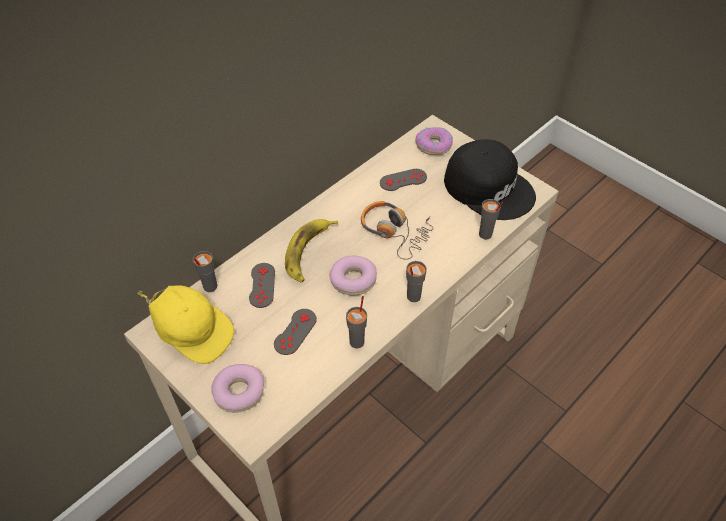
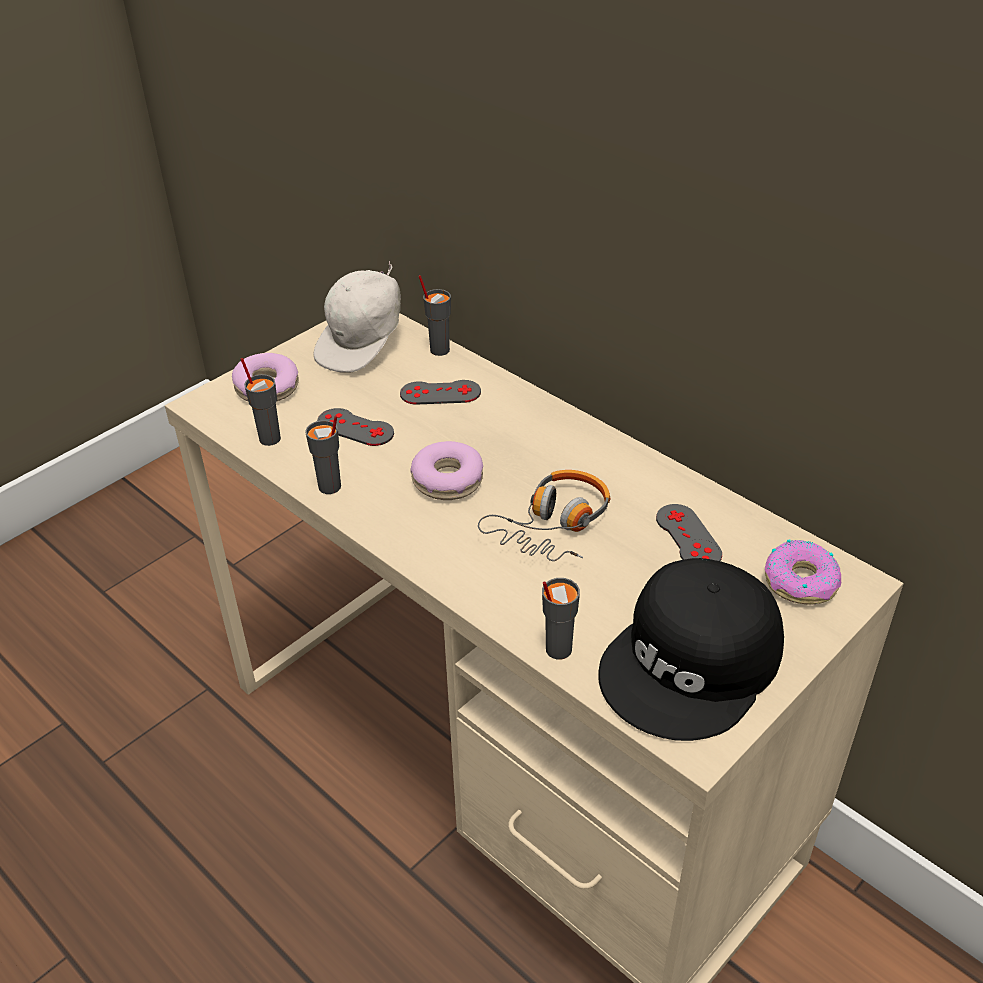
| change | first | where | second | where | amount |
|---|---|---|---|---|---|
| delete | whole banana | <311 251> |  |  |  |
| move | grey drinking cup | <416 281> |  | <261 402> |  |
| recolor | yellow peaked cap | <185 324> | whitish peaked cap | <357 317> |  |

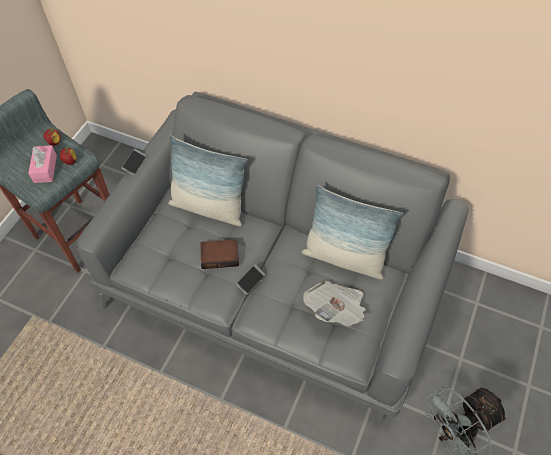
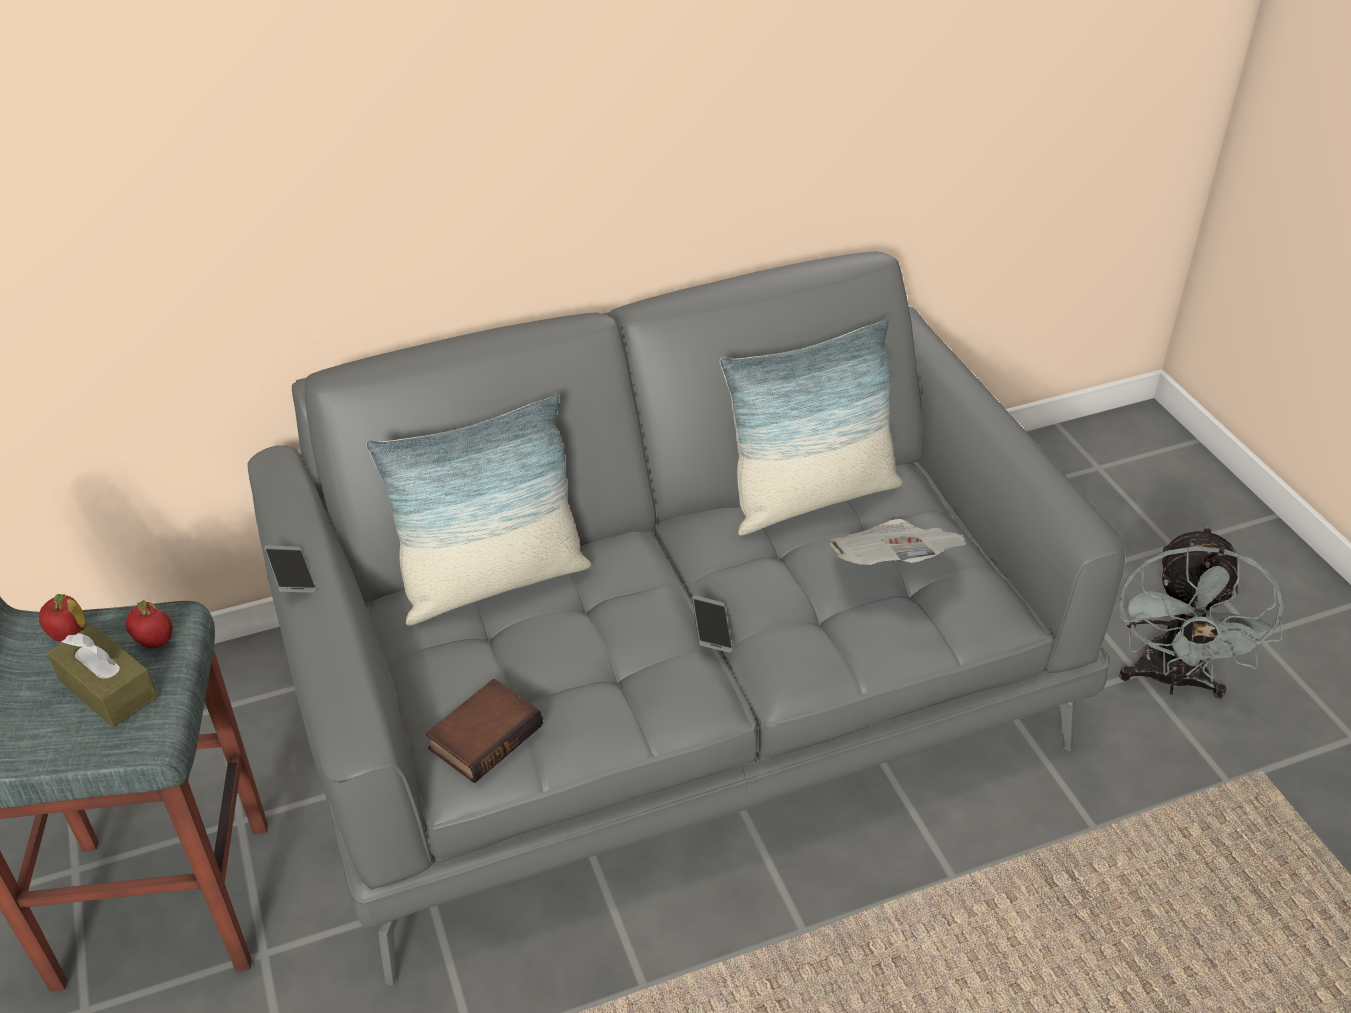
| change | first | where | second | where | amount |
|---|---|---|---|---|---|
| recolor | pink box of tissues | <42 164> | brown-coloured box of tissues | <102 676> |  |
| move | volume | <220 254> |  | <484 731> |  |

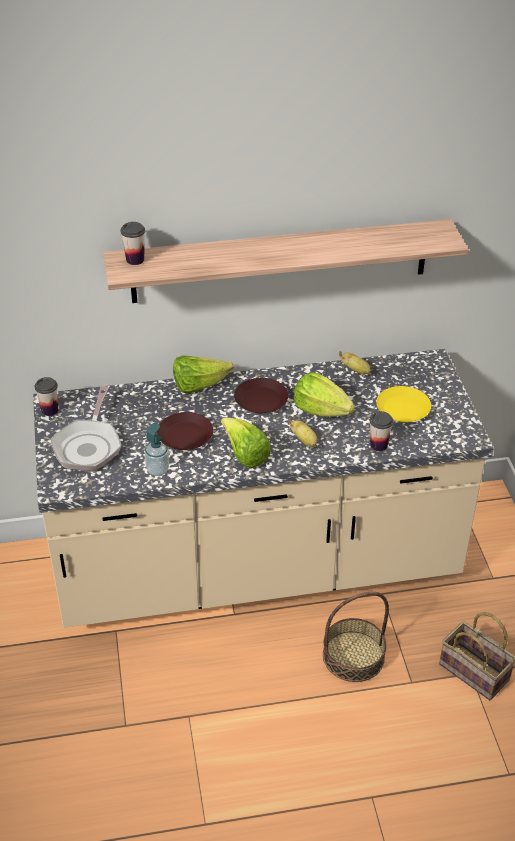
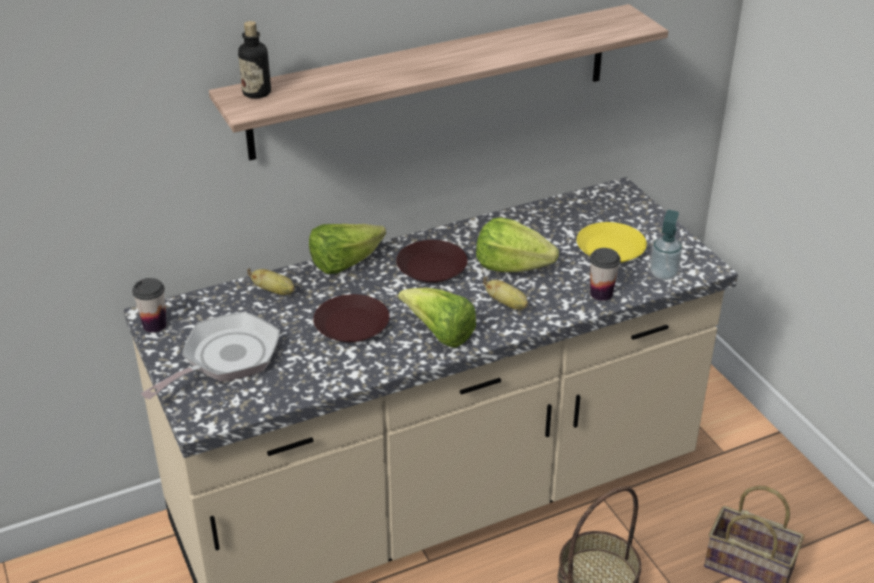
| change | first | where | second | where | amount |
|---|---|---|---|---|---|
| replace | drinking cup | <133 243> | beverage bottle | <254 60> |  |
| move | whole banana | <355 362> |  | <271 281> |  |
| rotate | frying pan | <85 428> |  | <210 355> | 135 degrees counterclockwise |
| move | soap bottle | <157 449> |  | <666 245> |  |

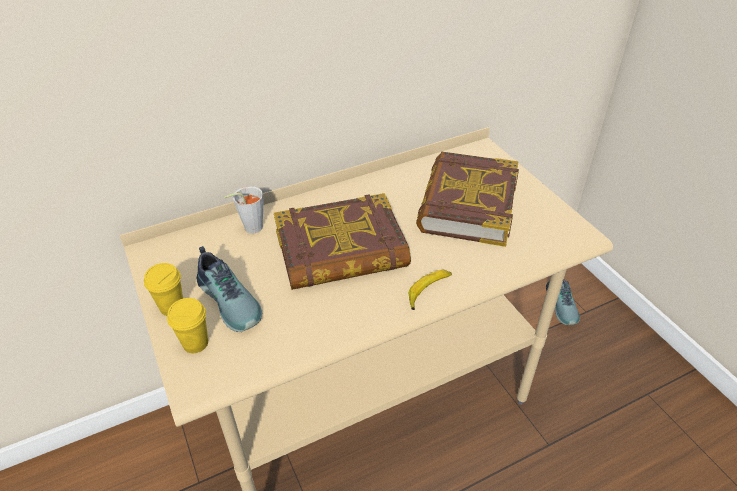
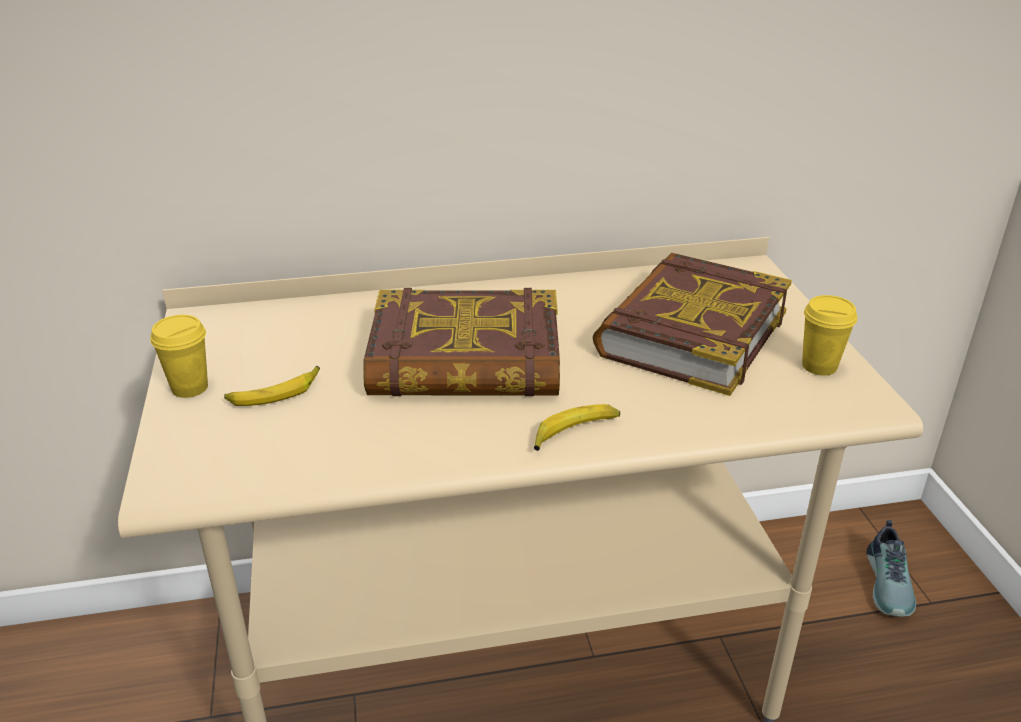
| change | first | where | second | where | amount |
|---|---|---|---|---|---|
| delete | grey drinking cup | <243 210> |  |  |  |
| replace | low shoe | <229 289> | whole banana | <272 386> |  |
| move | yellow drinking cup | <187 325> |  | <829 335> |  |

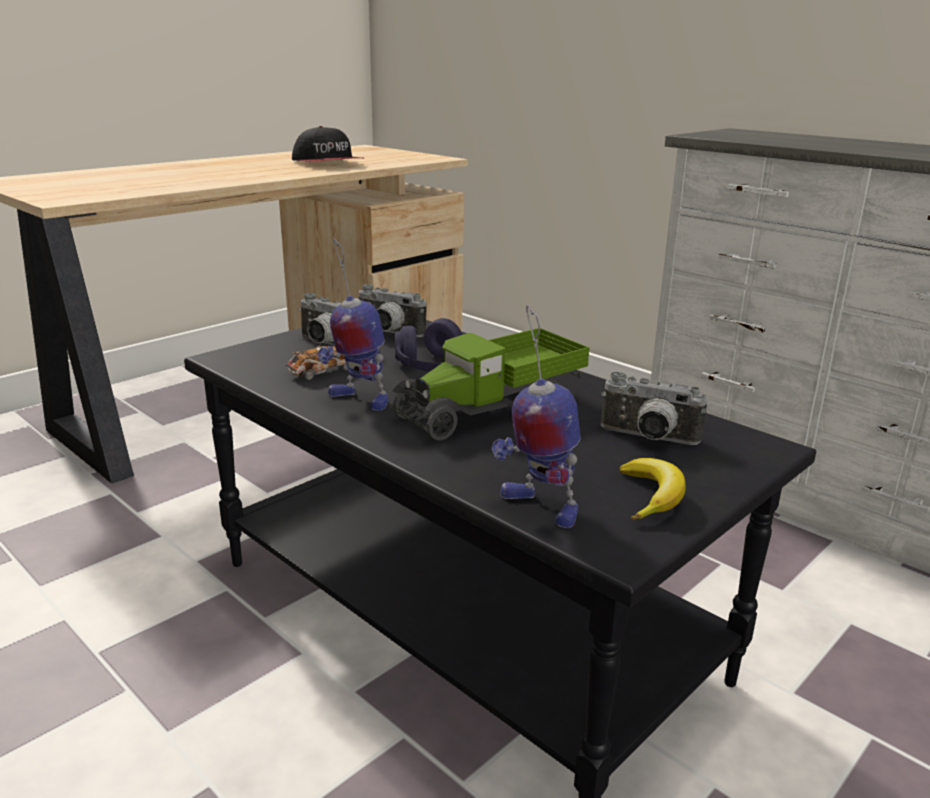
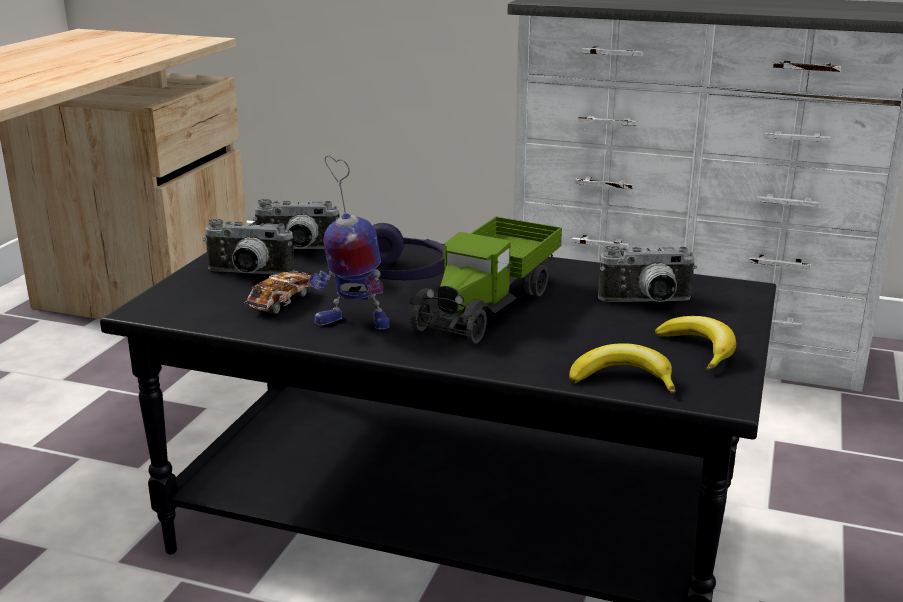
| change | first | where | second | where | amount |
|---|---|---|---|---|---|
| delete | peaked cap | <327 144> |  |  |  |
| replace | model robot | <536 416> | whole banana | <622 368> |  |

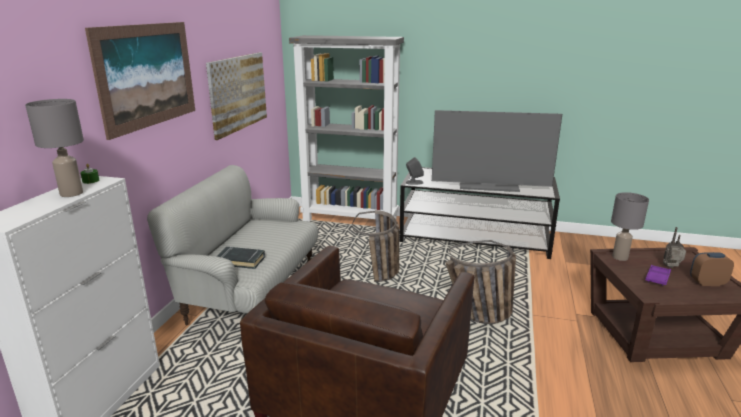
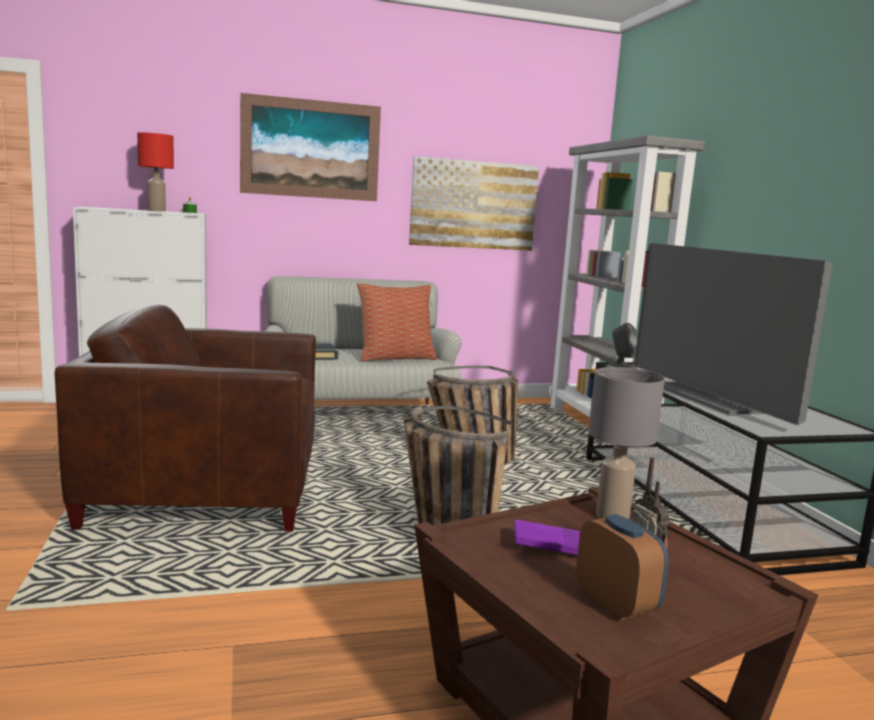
| change | first | where | second | where | amount |
|---|---|---|---|---|---|
| recolor | grey table lamp | <54 148> | red-coloured table lamp | <155 172> |  |
| insert |  |  | pillow | <397 322> |  |

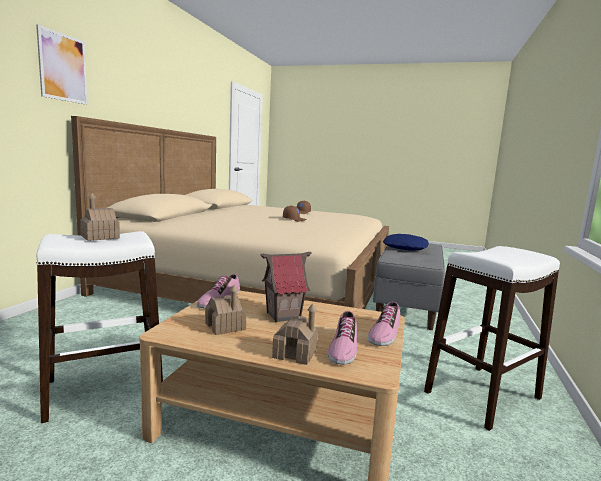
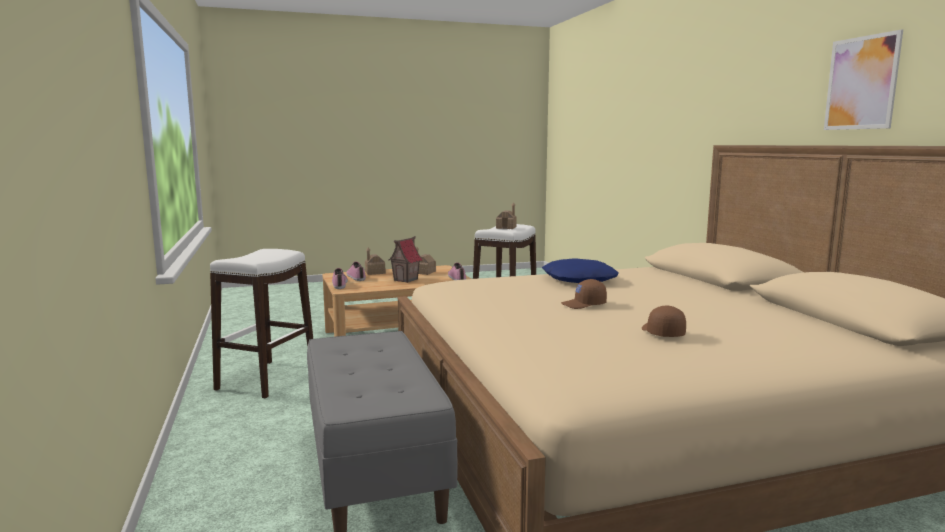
| change | first | where | second | where | amount |
|---|---|---|---|---|---|
| move | wall art | <62 64> |  | <863 79> |  |
| move | bluish pillow | <406 242> |  | <580 270> |  |

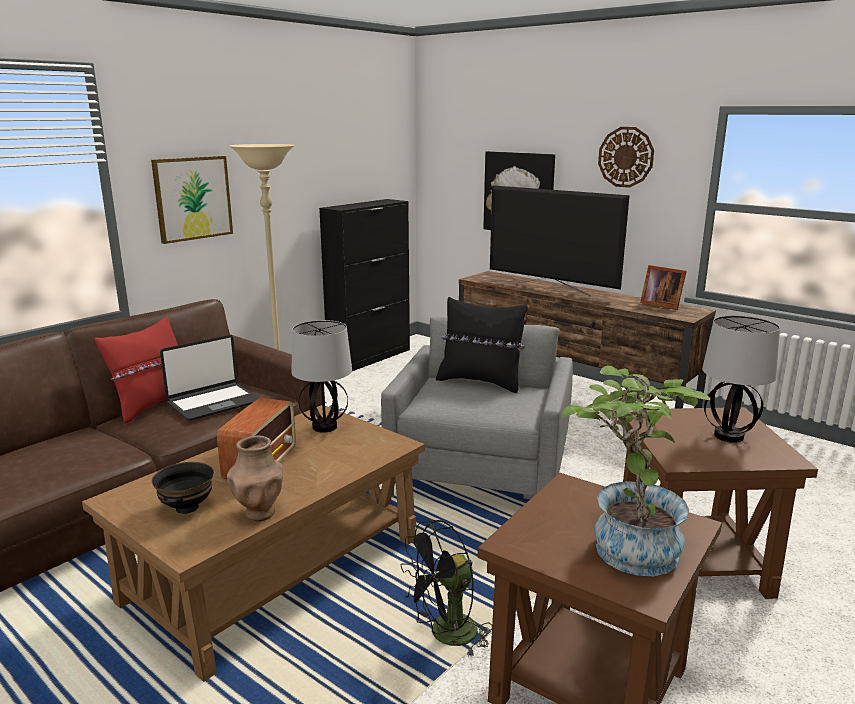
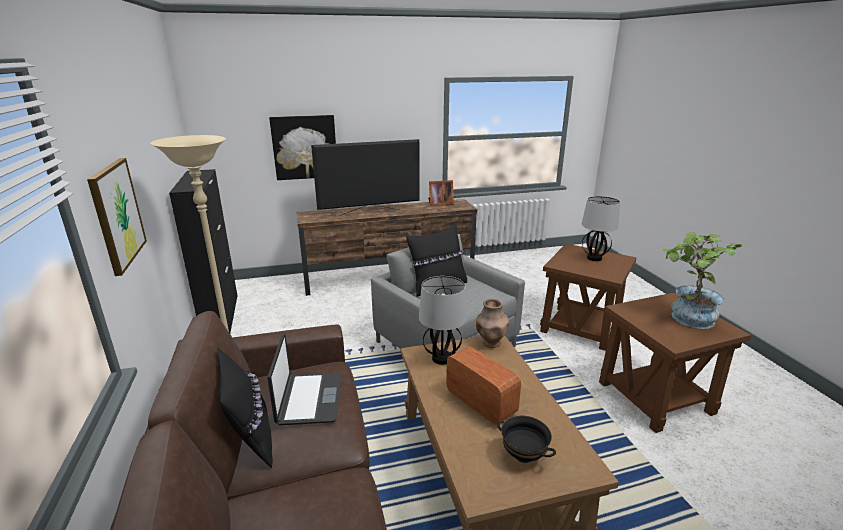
| change | first | where | second | where | amount |
|---|---|---|---|---|---|
| delete | hanging clock | <626 157> |  |  |  |
| recolor | red-coloured pillow | <136 370> | black pillow | <245 407> |  |
| move | brown-coloured flower vase | <255 478> |  | <492 323> |  |
| delete | black electric fan | <446 589> |  |  |  |

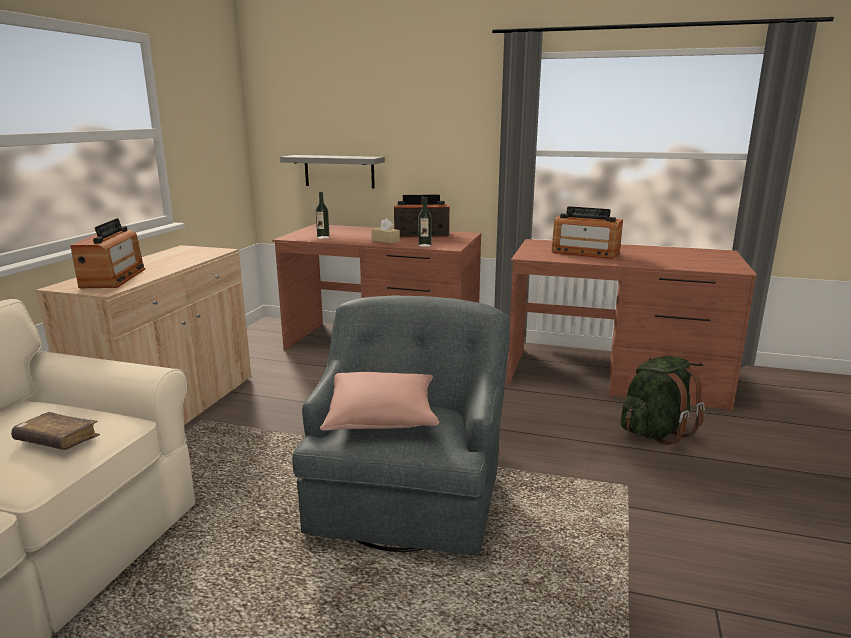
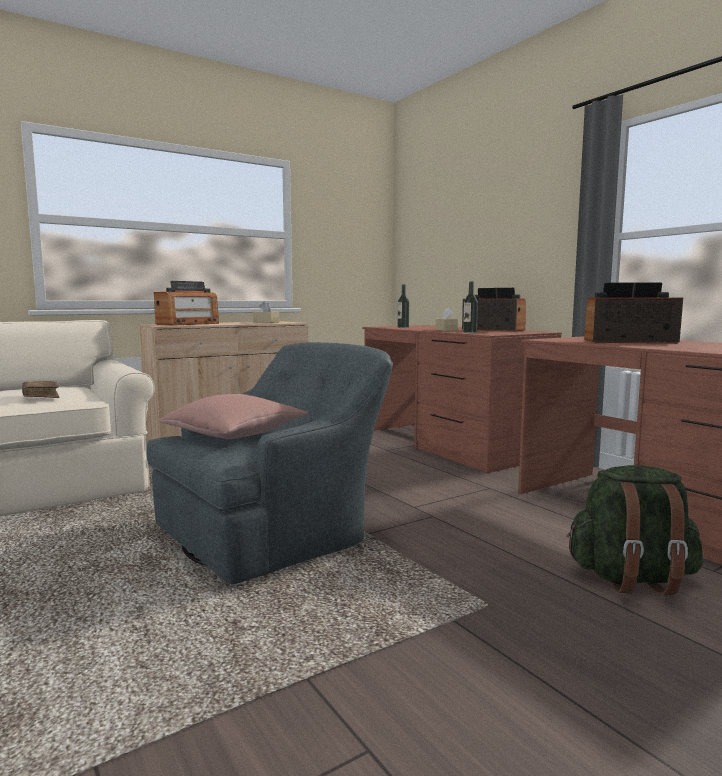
| change | first | where | second | where | amount |
|---|---|---|---|---|---|
| delete | grey wall shelf | <332 171> |  |  |  |
| rotate | radio receiver | <587 232> |  | <633 313> | 120 degrees clockwise |
| insert |  |  | beige-coloured box of tissues | <266 312> |  |

